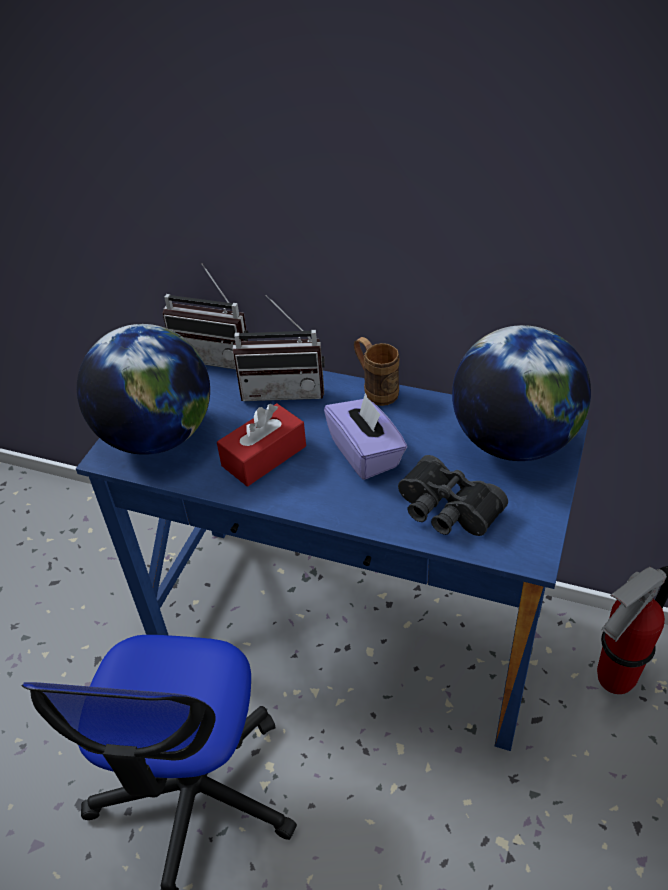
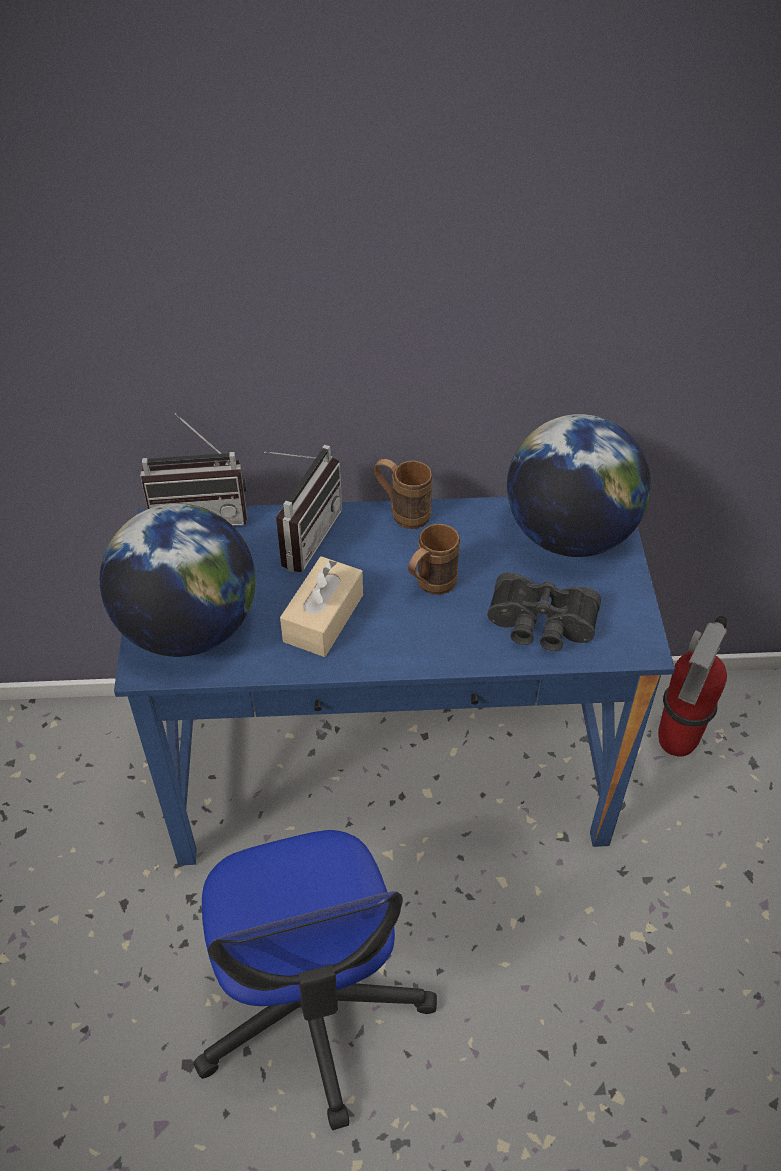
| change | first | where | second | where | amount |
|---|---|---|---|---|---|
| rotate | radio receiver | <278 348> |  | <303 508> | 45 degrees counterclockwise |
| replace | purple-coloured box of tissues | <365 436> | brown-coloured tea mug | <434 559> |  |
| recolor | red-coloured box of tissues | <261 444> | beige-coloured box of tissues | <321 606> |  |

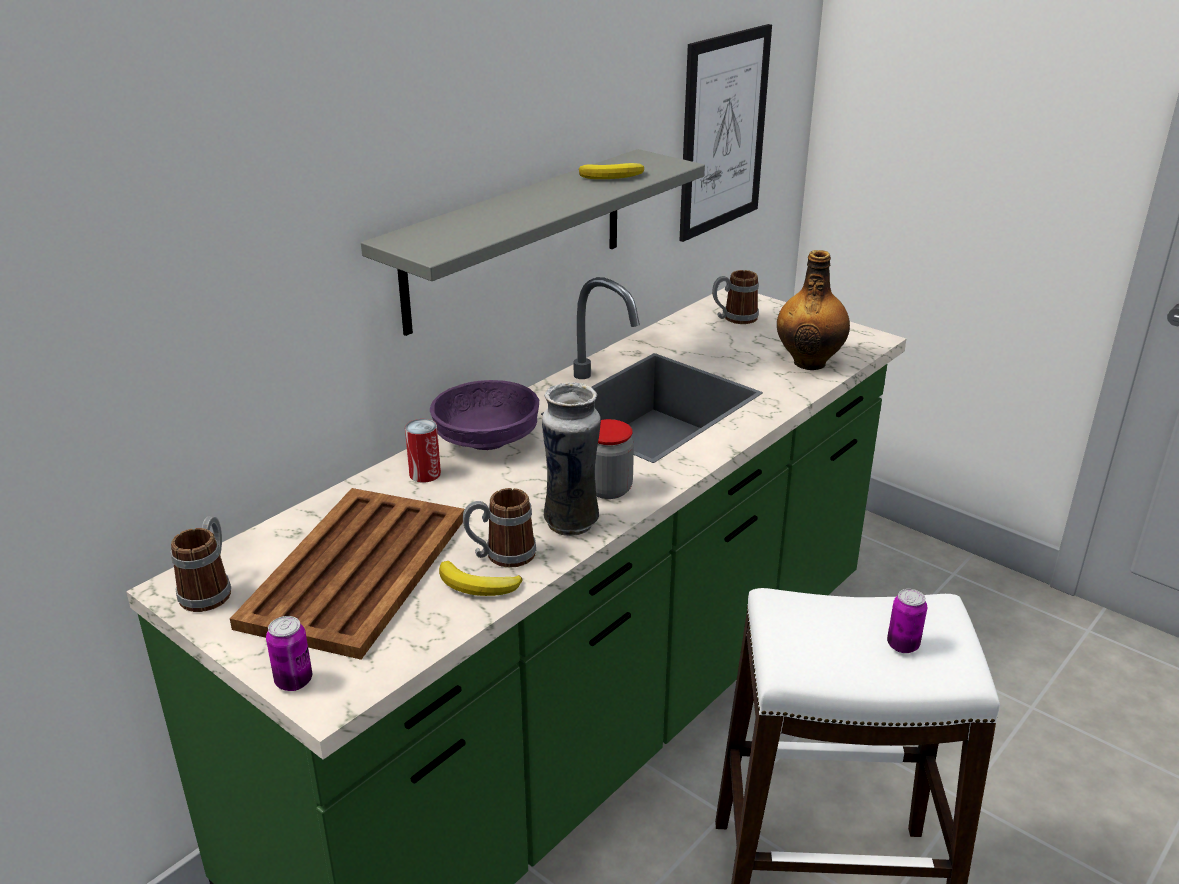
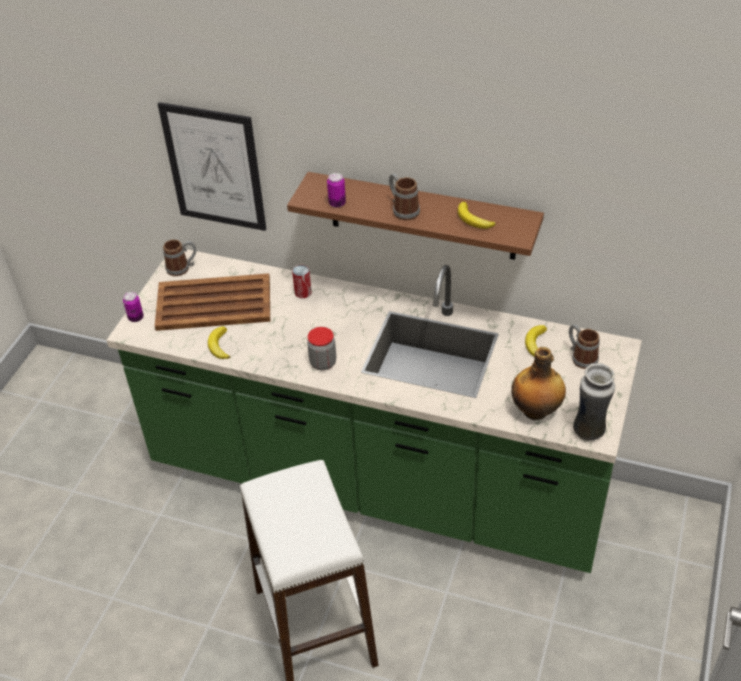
| change | first | where | second | where | amount |
|---|---|---|---|---|---|
| move | wall art | <725 133> |  | <212 166> |  |
| recolor | grey wall shelf | <533 242> | brown-coloured wall shelf | <415 216> |  |
| delete | purple-coloured bowl | <484 415> |  |  |  |
| move | flower vase | <571 459> |  | <594 402> |  |
| move | tea mug | <499 528> |  | <404 197> |  |
| move | sealed can | <907 621> |  | <336 190> |  |
| insert |  |  | whole banana | <536 341> |  |

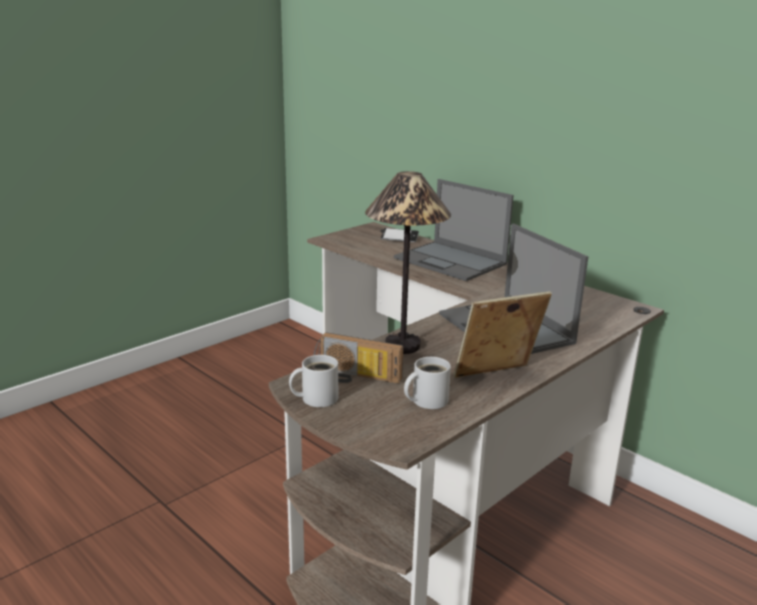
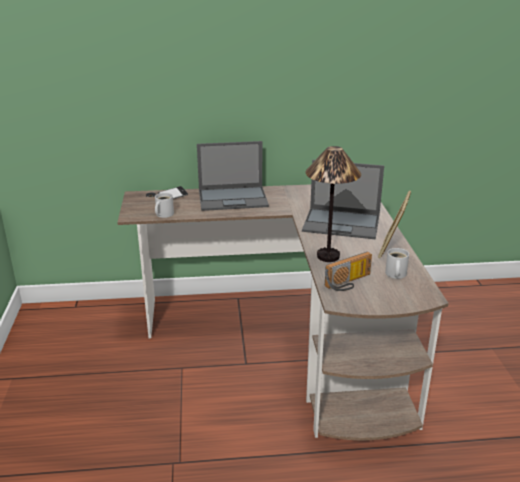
| change | first | where | second | where | amount |
|---|---|---|---|---|---|
| move | whitish tea mug | <313 381> |  | <164 205> |  |

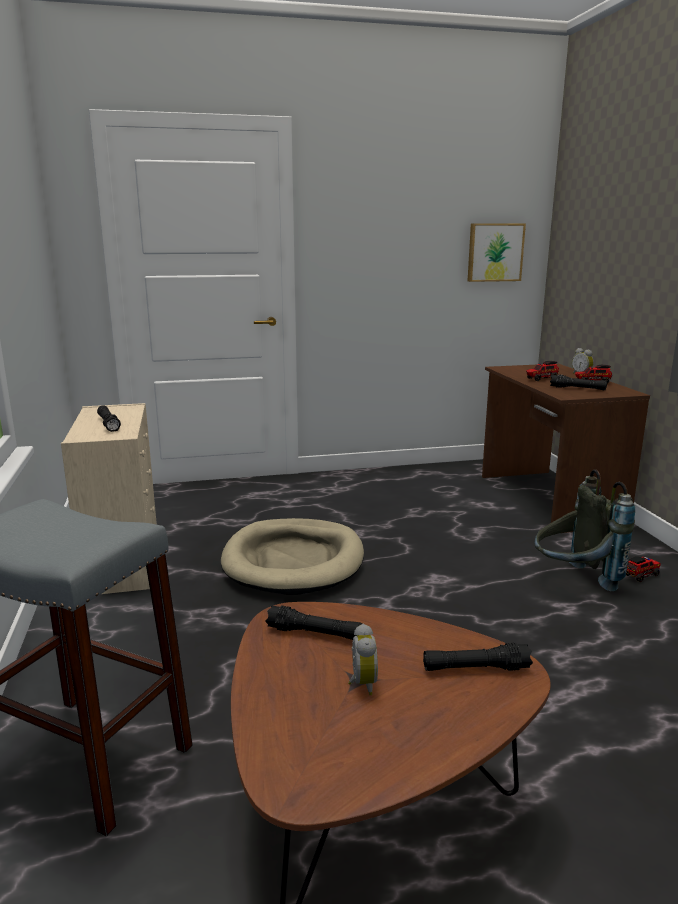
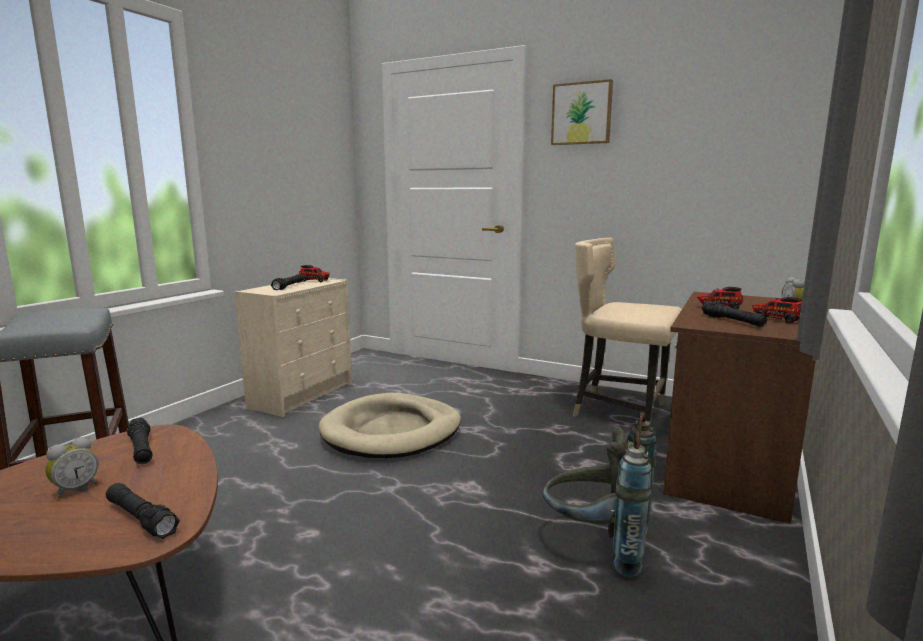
| change | first | where | second | where | amount |
|---|---|---|---|---|---|
| move | wall art | <497 252> |  | <582 112> |  |
| move | toy lorry | <643 569> |  | <314 273> |  |
| insert |  |  | beige-coloured plain chair | <627 330> |  |

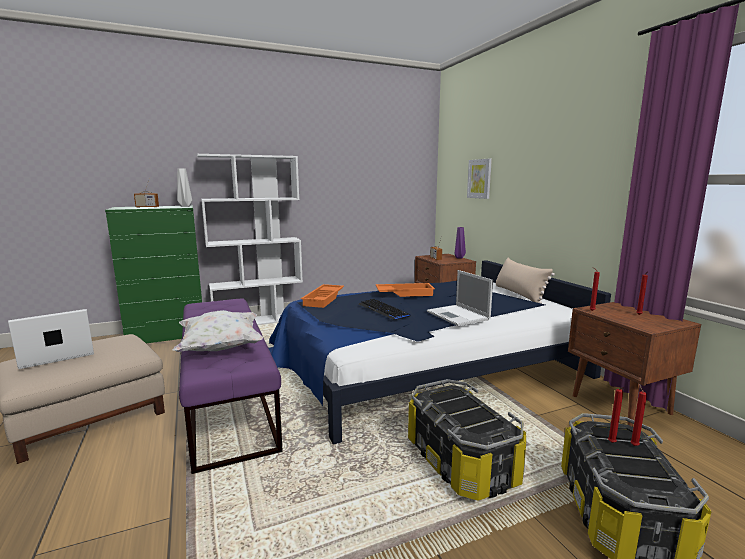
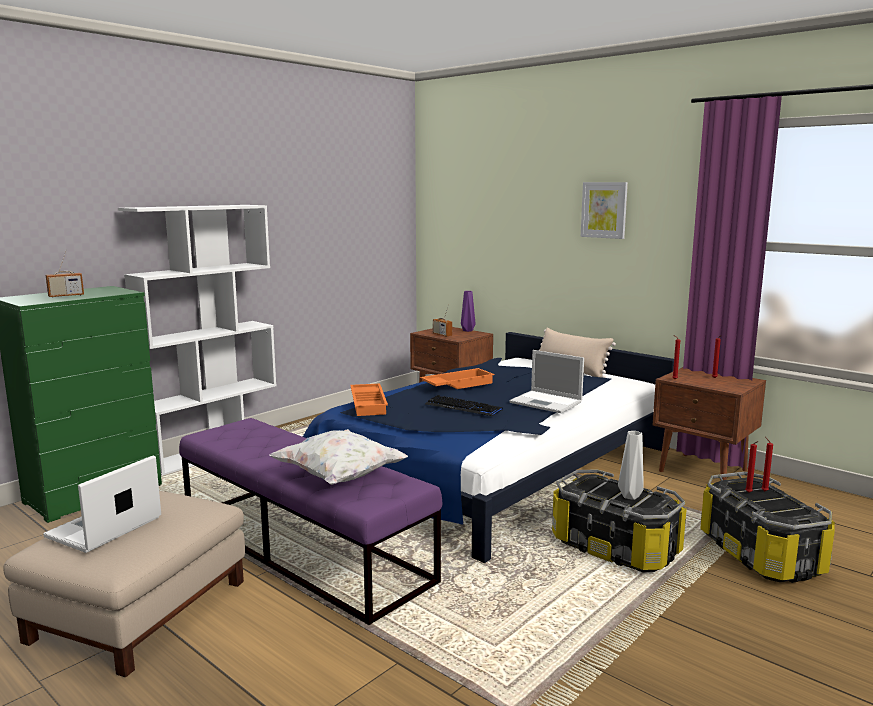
| change | first | where | second | where | amount |
|---|---|---|---|---|---|
| move | wall art | <479 179> |  | <604 210> |  |
| move | grey flower vase | <184 187> |  | <631 465> |  |

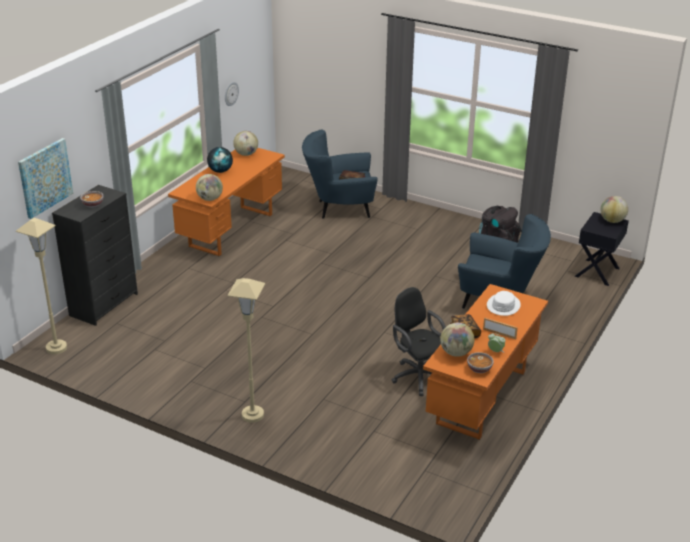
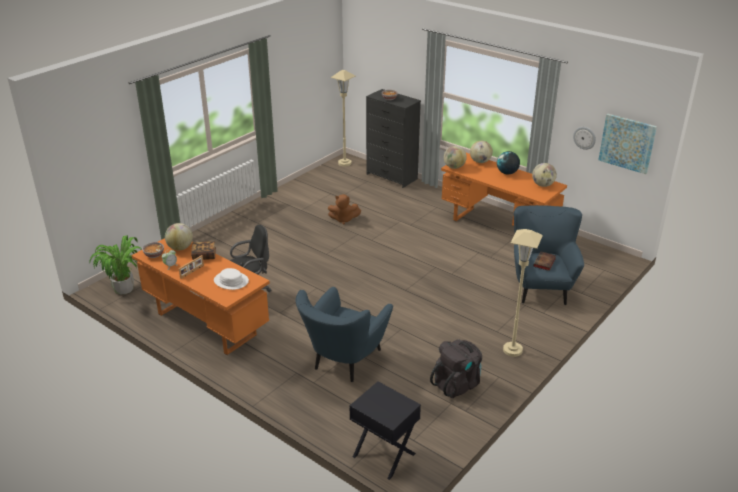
| change | first | where | second | where | amount |
|---|---|---|---|---|---|
| move | wall art | <45 178> |  | <627 144> |  |
| move | globe | <614 209> |  | <481 152> |  |
| move | beige-coloured standard lamp | <246 350> |  | <523 293> |  |
| insert |  |  | brown-coloured soft toy | <344 209> |  |
| insert |  |  | houseplant | <116 265> |  |

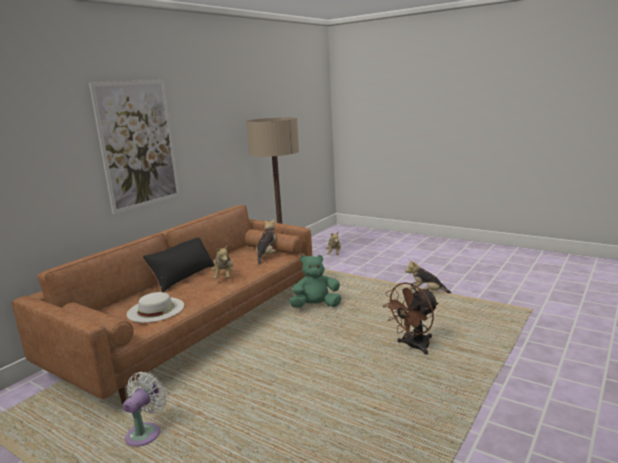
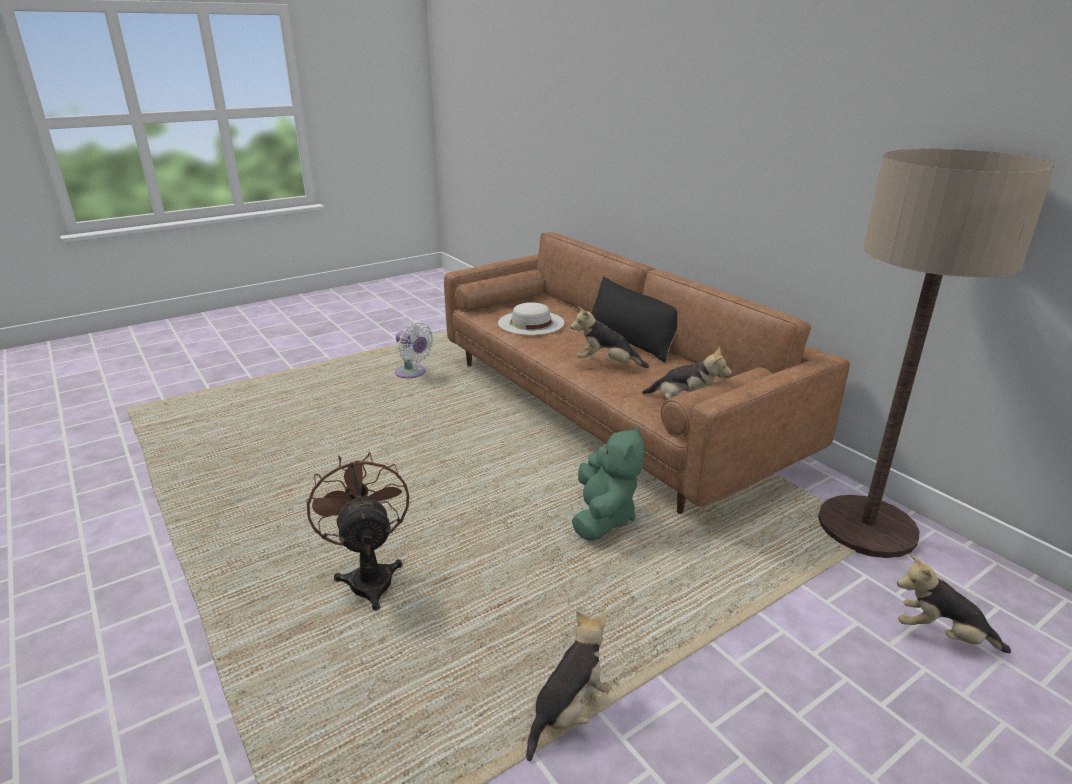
| change | first | where | second | where | amount |
|---|---|---|---|---|---|
| delete | wall art | <134 147> |  |  |  |

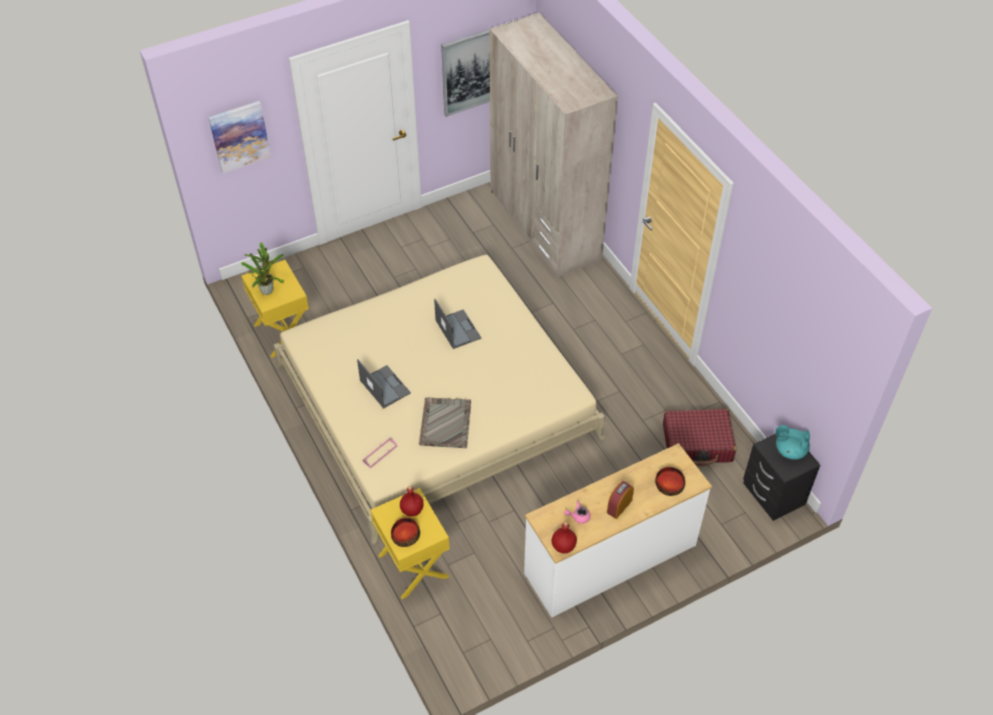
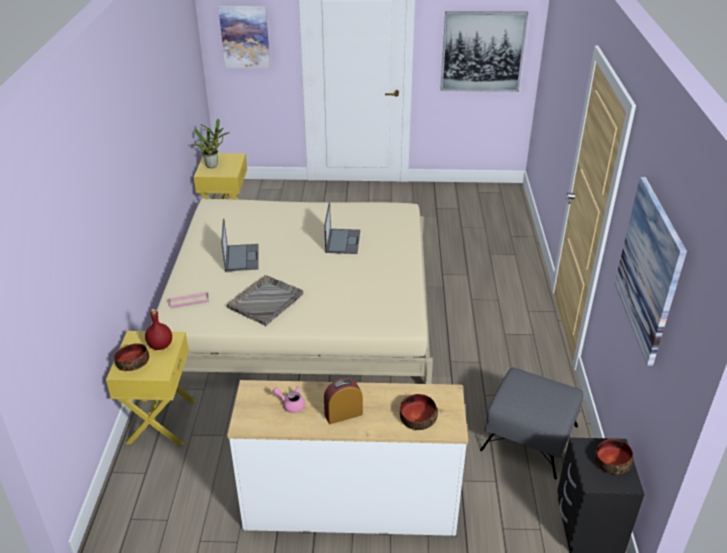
| change | first | where | second | where | amount |
|---|---|---|---|---|---|
| delete | beige-coloured armoire | <554 144> |  |  |  |
| replace | red-coloured suitcase | <699 437> | grey footrest | <532 423> |  |
| replace | blue-green pot for tea | <792 442> | bowl | <614 456> |  |
| delete | red-coloured beverage bottle | <564 538> |  |  |  |
| insert |  |  | wall art | <651 271> |  |

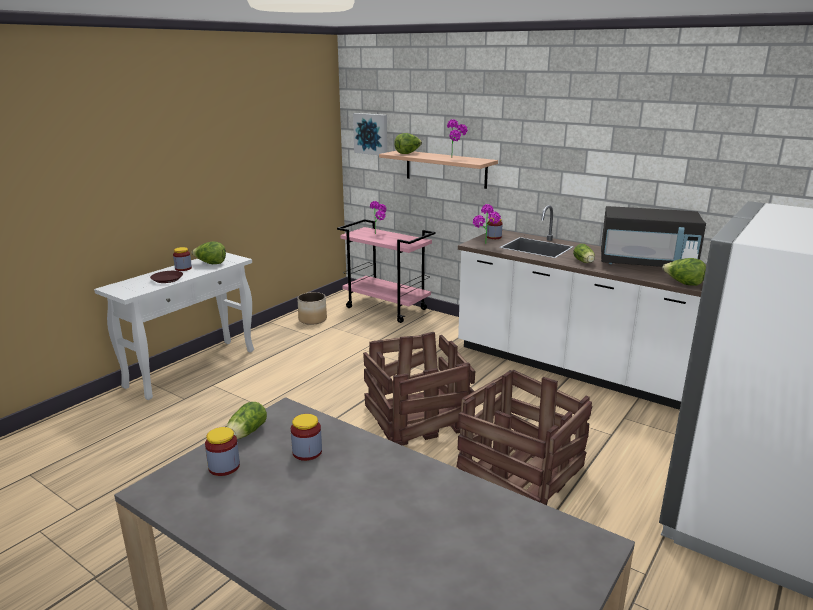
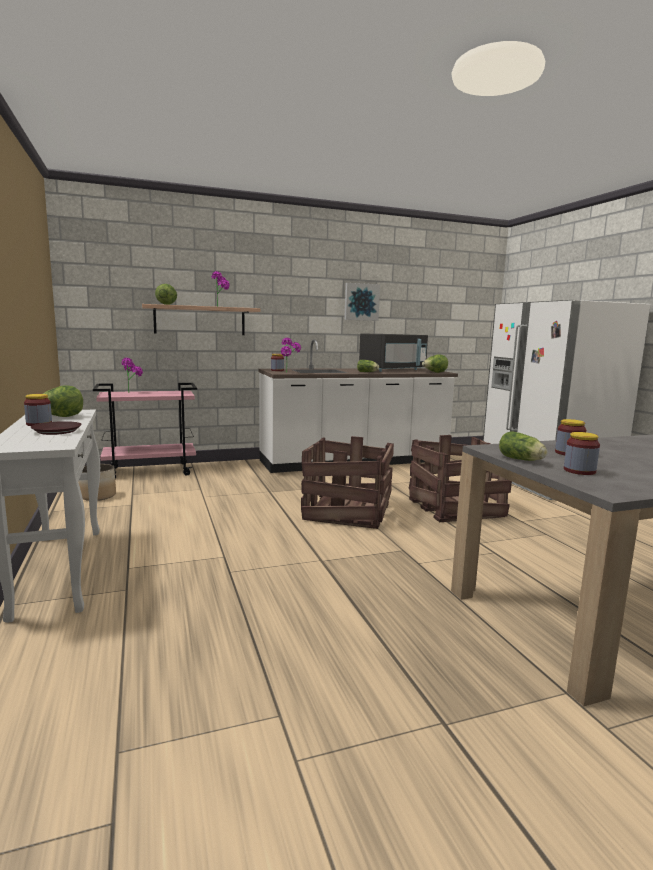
| change | first | where | second | where | amount |
|---|---|---|---|---|---|
| move | wall art | <370 134> |  | <362 302> |  |

